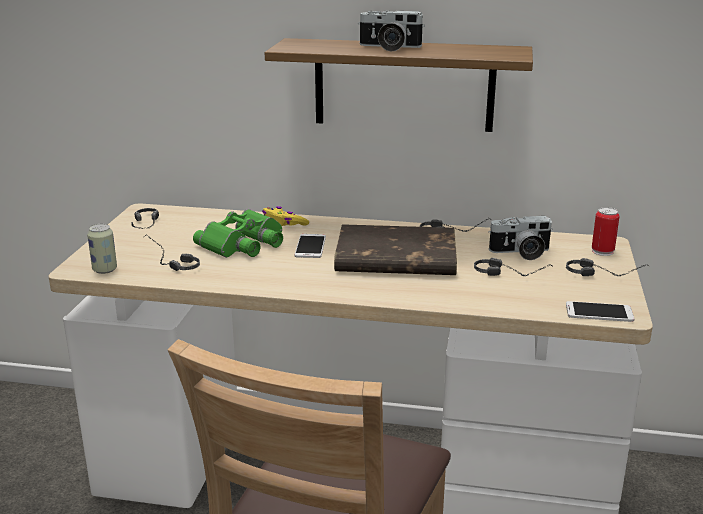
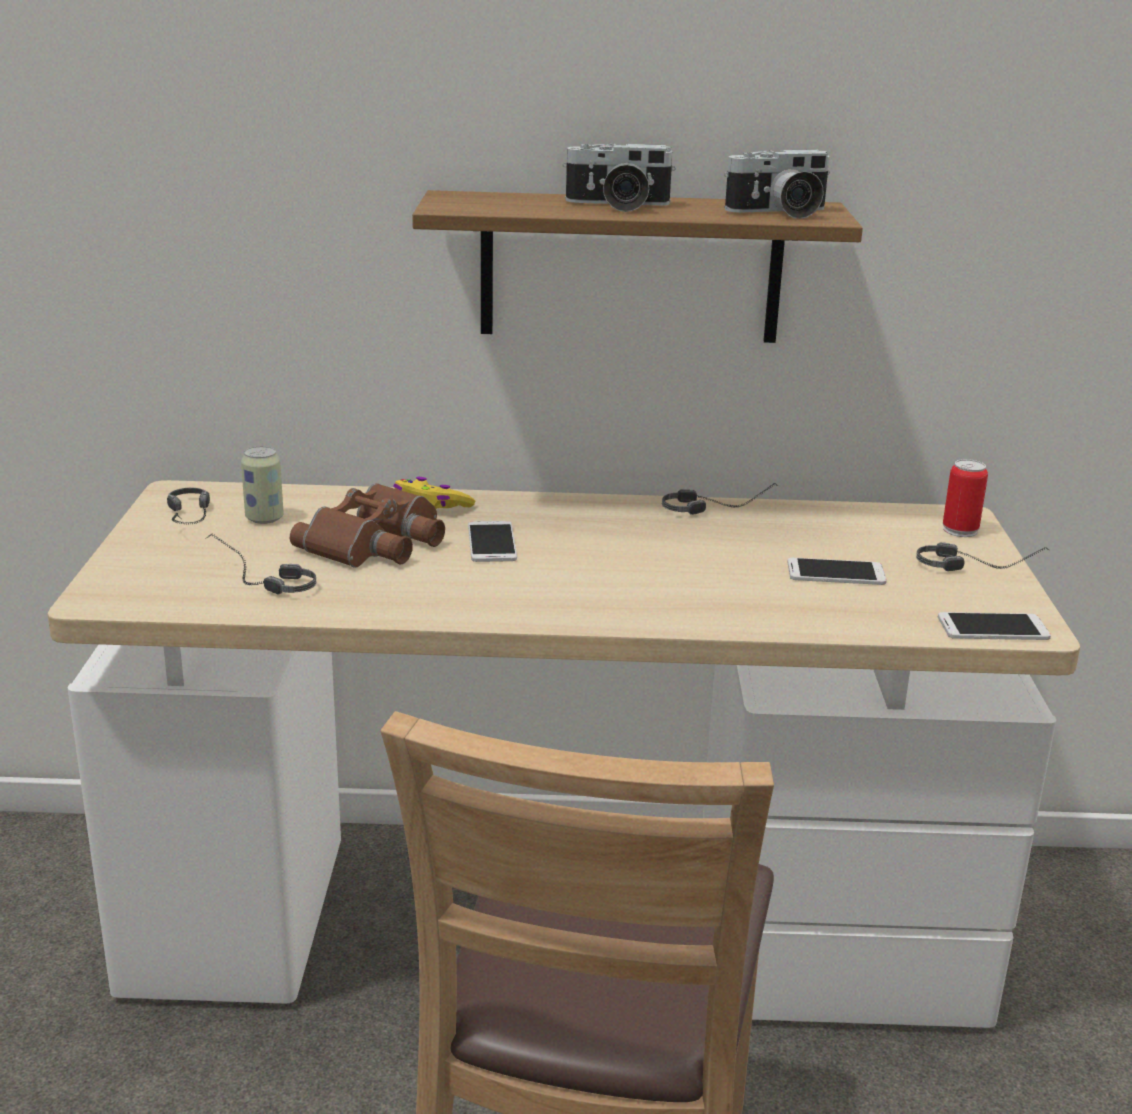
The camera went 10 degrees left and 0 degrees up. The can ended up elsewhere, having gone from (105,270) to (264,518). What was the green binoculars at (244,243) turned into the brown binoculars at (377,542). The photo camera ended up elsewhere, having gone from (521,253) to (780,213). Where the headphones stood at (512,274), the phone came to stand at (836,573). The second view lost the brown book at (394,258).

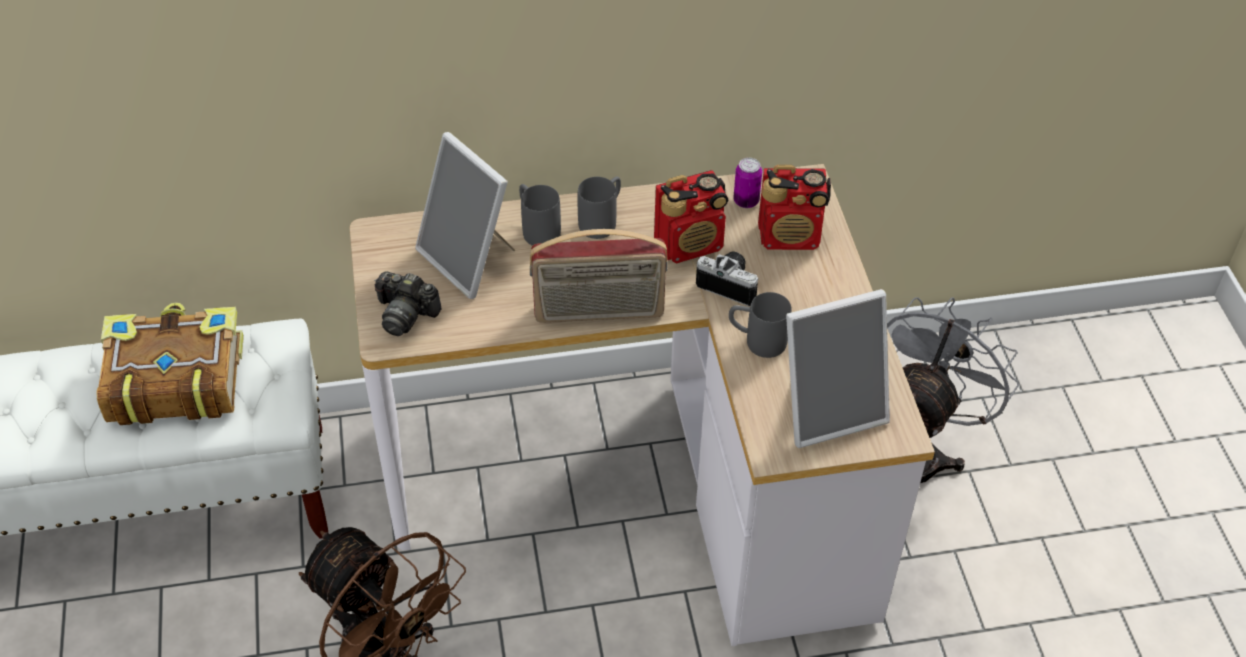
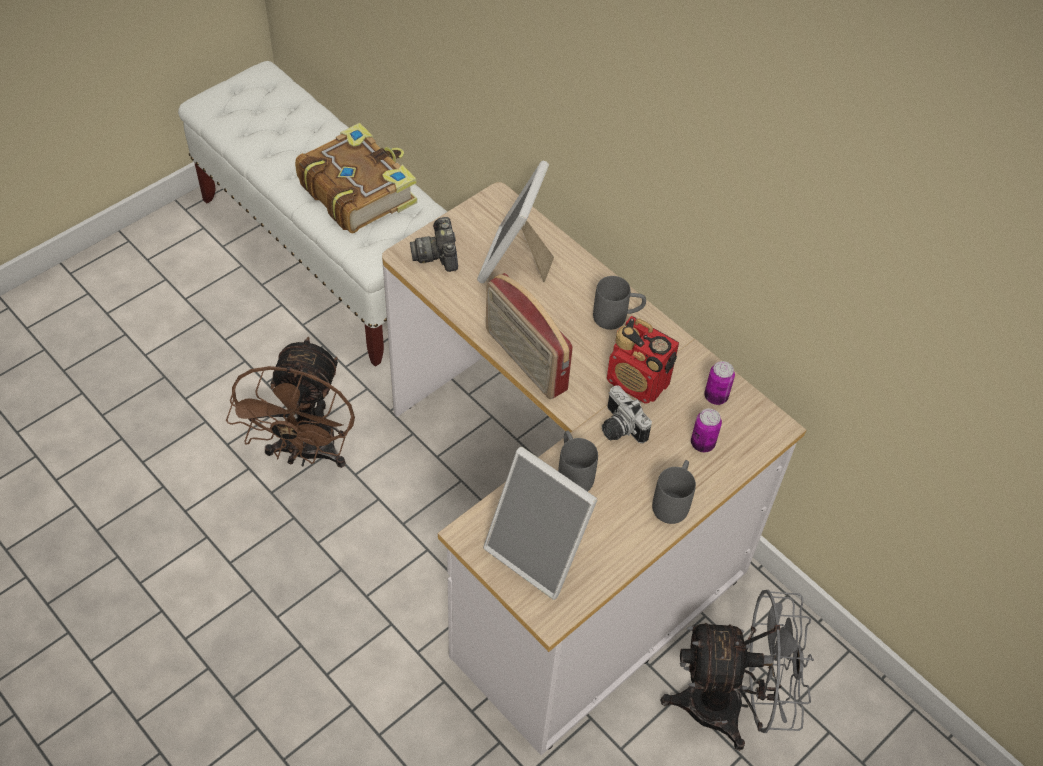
The camera went 55 degrees right and 5 degrees up. The photo camera at (730,284) ended up facing another way, 150 degrees clockwise from before. The grey mug ended up elsewhere, having gone from (536,228) to (673,501). Where the radio stood at (790,236), the can came to stand at (702,444).

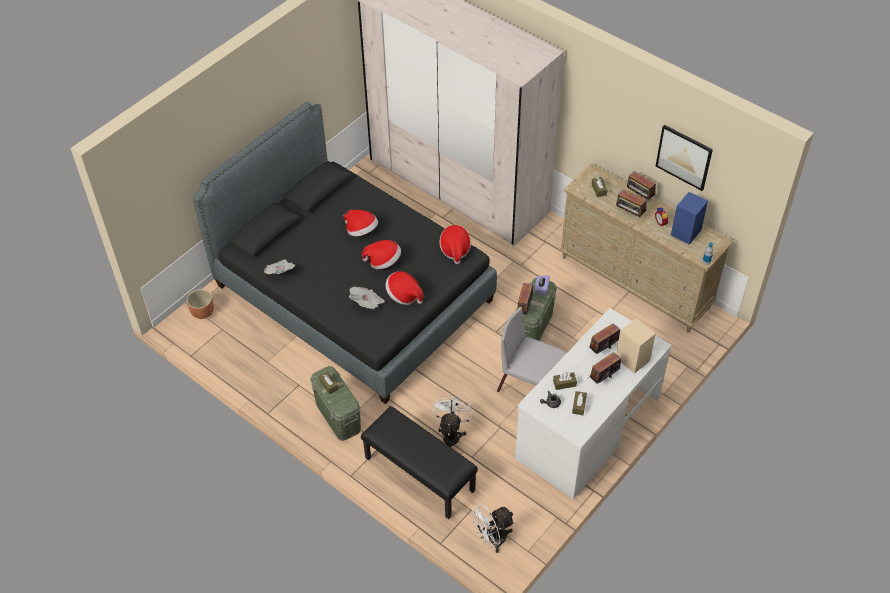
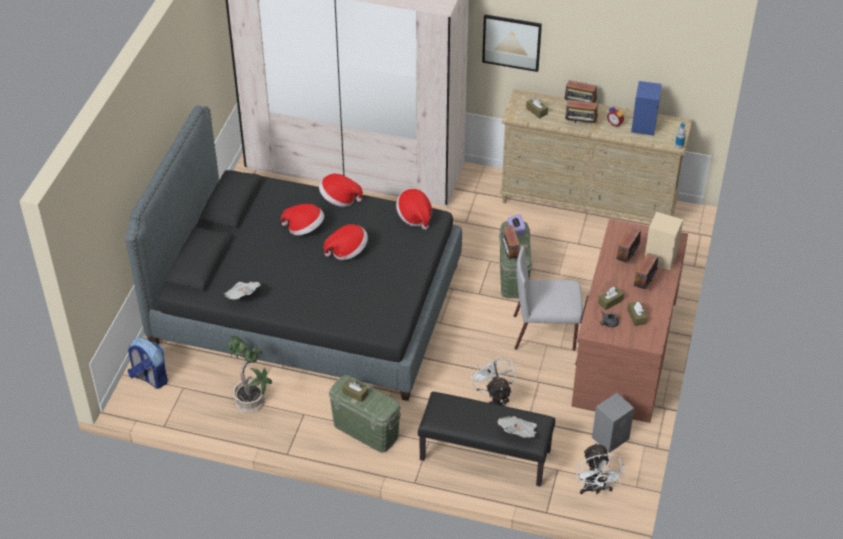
The camera went 25 degrees left and 5 degrees down. Where the brown planter stood at (202,312), the backpack came to stand at (149,378). The second view gained the potted plant at (251,401). The hat ended up elsewhere, having gone from (404,295) to (339,199). The picture ended up elsewhere, having gone from (684,157) to (511,42). The newspaper ended up elsewhere, having gone from (367,303) to (518,433). What was the white desk at (587,428) turned into the brown desk at (624,353). The white fan at (492,539) ended up facing another way, 45 degrees counterclockwise from before. The second view gained the grey speaker at (611,437).

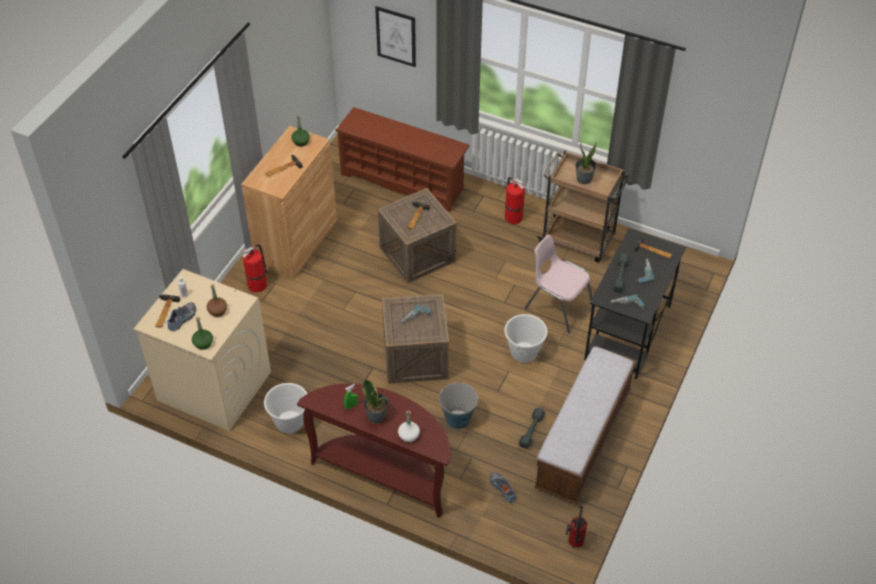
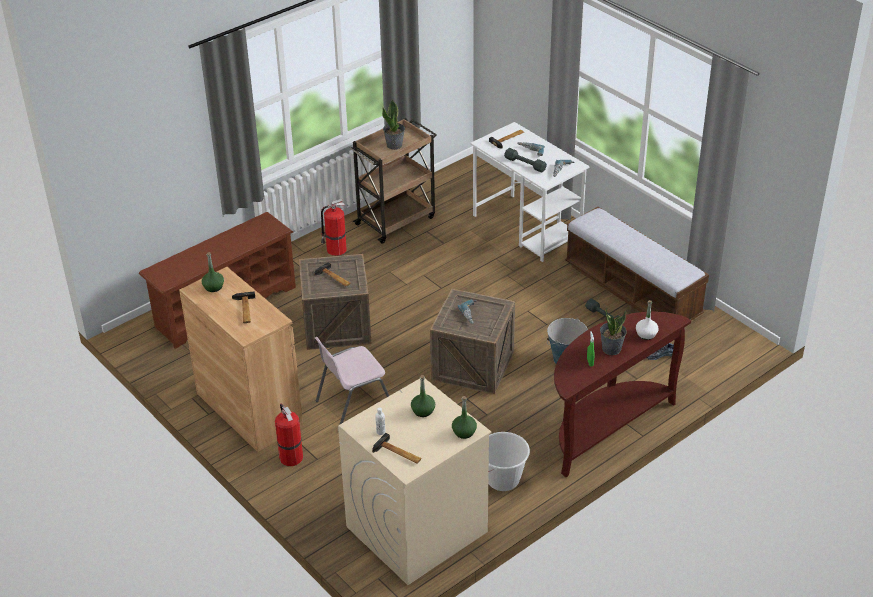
The camera went 65 degrees left and 10 degrees down. The pink chair ended up elsewhere, having gone from (557,306) to (353,405). What was the brown bottle at (217,311) turned into the green bottle at (423,411). What was the black desk at (628,333) turned into the white desk at (527,228). The second view lost the shoe at (183,319). The second view lost the picture at (396,36). The second view lost the white bucket at (523,352). The second view lost the fire extinguisher at (574,544).

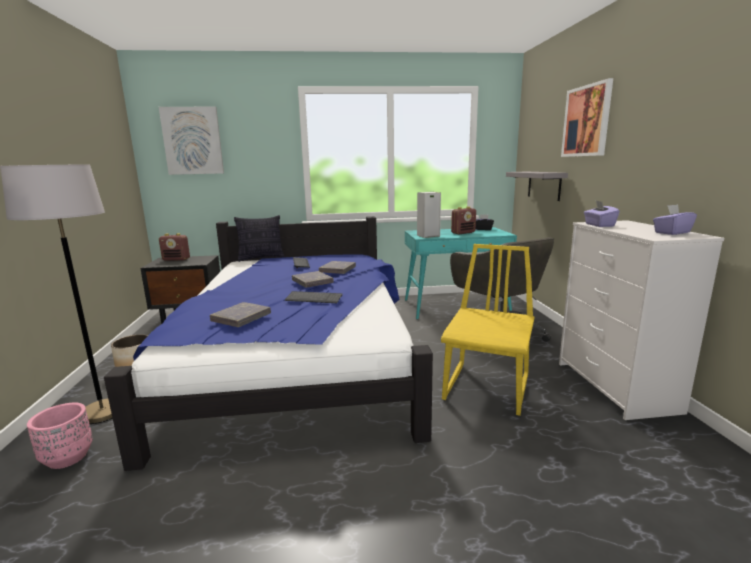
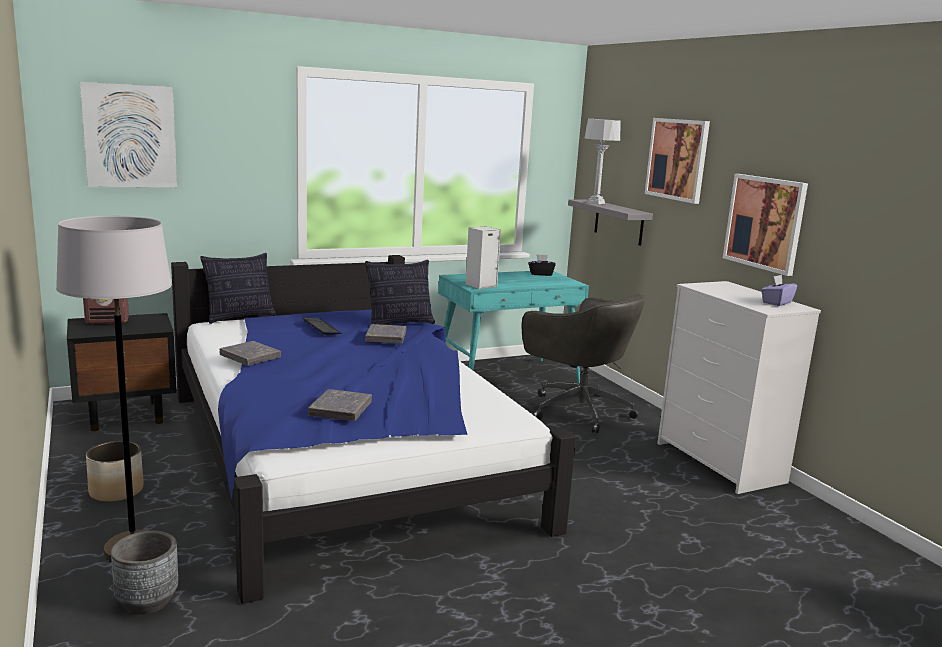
The camera went 20 degrees left and 0 degrees up. What was the pink planter at (67,458) turned into the grey planter at (147,602). The grey book ended up elsewhere, having gone from (312,282) to (250,357). The second view gained the pillow at (399,324). The second view gained the grey table lamp at (595,203). The second view gained the picture at (765,223). The second view lost the keyboard at (314,299). The second view lost the yellow chair at (488,388). The second view lost the radio at (463,233). The second view lost the purple tissue box at (599,225).

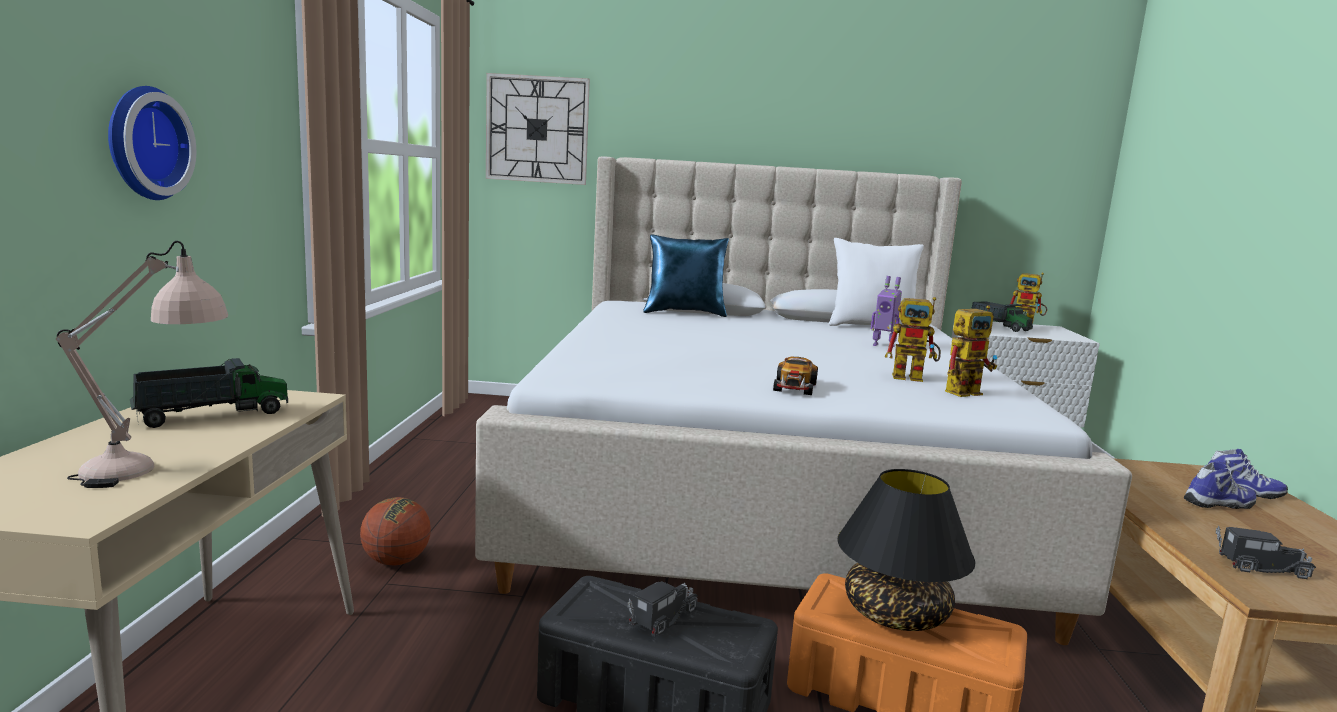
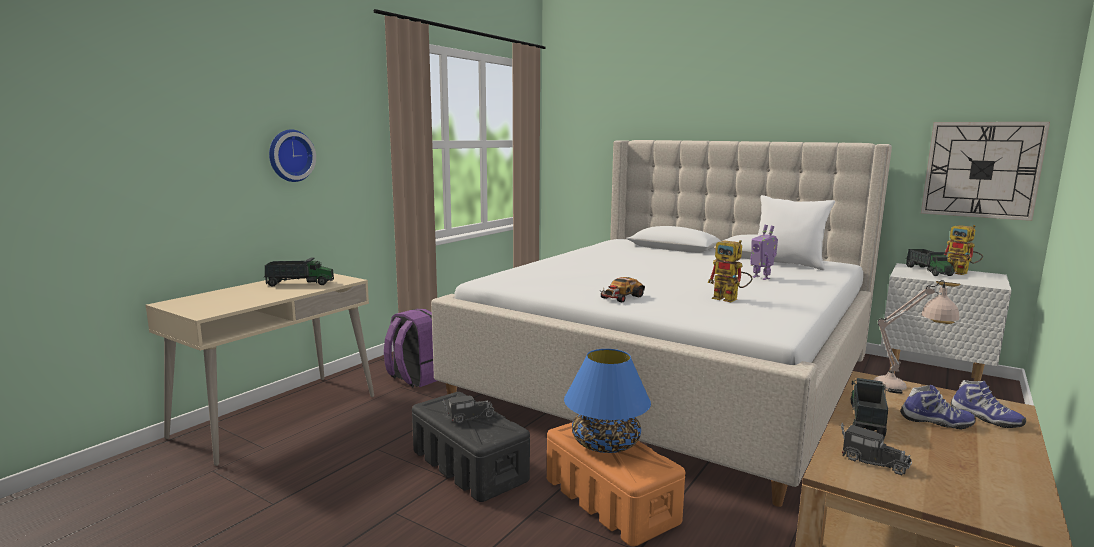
The camera went 30 degrees right and 0 degrees up. Where the basketball stood at (396,561), the purple backpack came to stand at (415,378). What was the black table lamp at (896,614) turned into the blue table lamp at (606,444). The second view gained the toy truck at (866,419). The beige table lamp ended up elsewhere, having gone from (155,470) to (908,386). The wall clock ended up elsewhere, having gone from (537,129) to (981,170). The second view lost the blue pillow at (685,313). The second view lost the toy robot at (966,391).

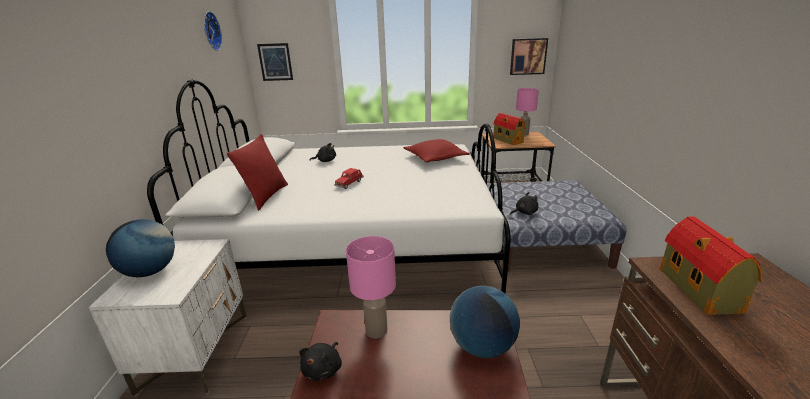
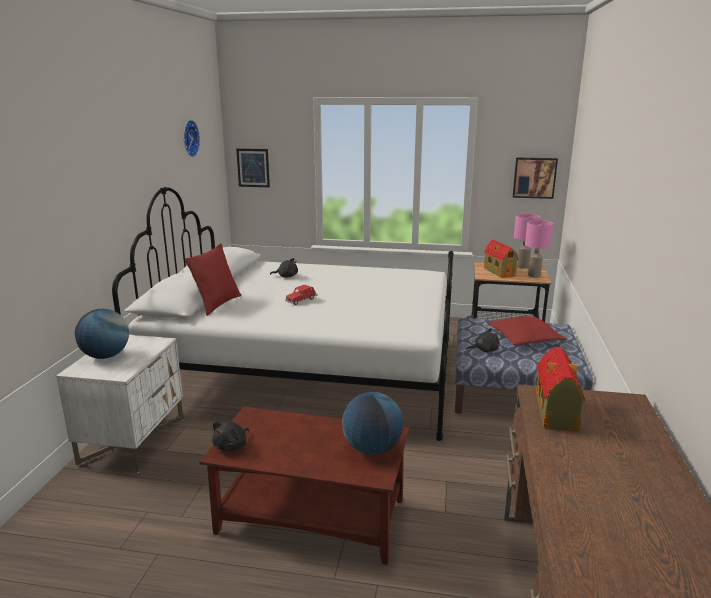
The camera went 10 degrees right and 5 degrees down. The red pillow ended up elsewhere, having gone from (435,158) to (524,338). The pink table lamp ended up elsewhere, having gone from (376,330) to (534,275).

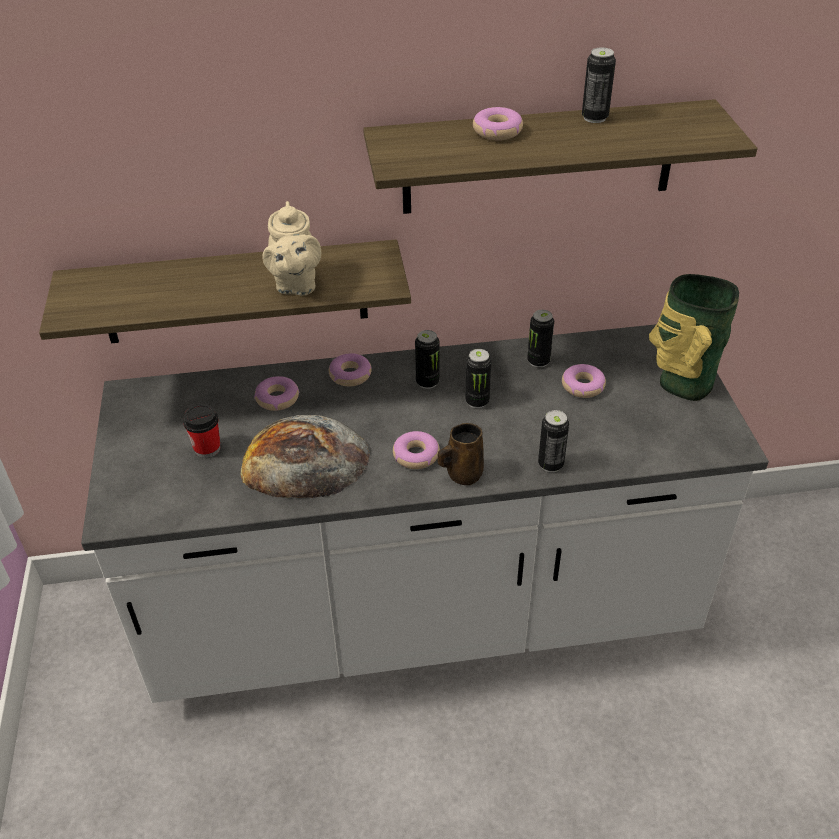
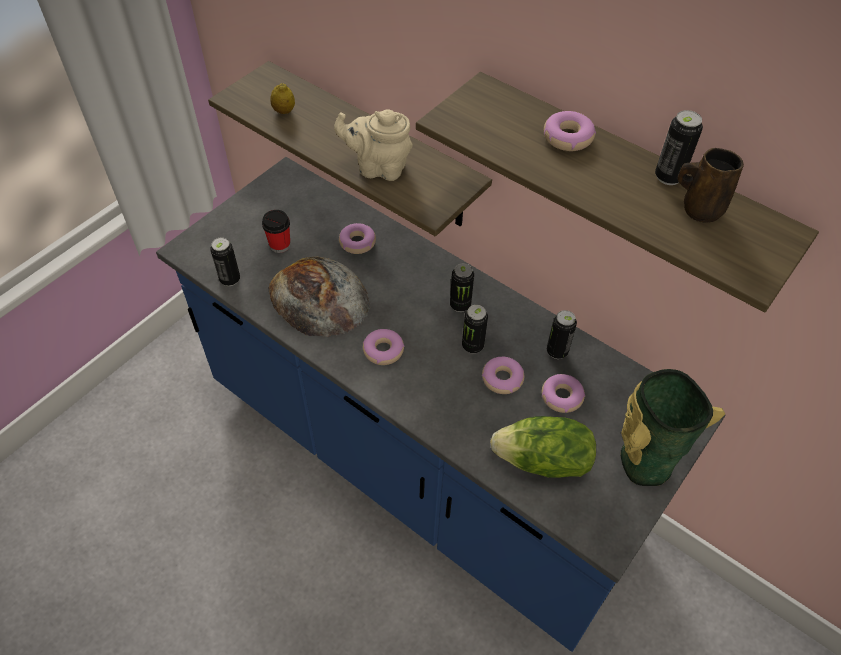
The camera went 45 degrees right and 10 degrees up. What was the white counter at (423,617) turned into the blue counter at (417,465). The can ended up elsewhere, having gone from (550,464) to (230,279). The second view gained the lemon at (284,111). The beige teapot at (295,284) ended up facing another way, 60 degrees clockwise from before. The donut ended up elsewhere, having gone from (350,375) to (502,379). The second view gained the lettuce at (543,462). The brown mug ended up elsewhere, having gone from (462,474) to (699,209).

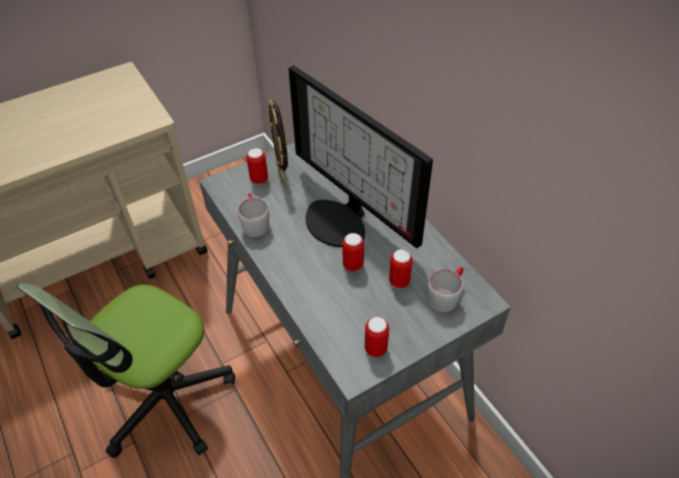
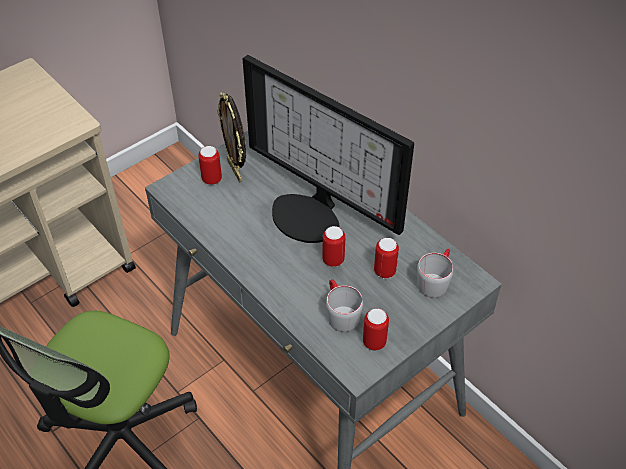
The camera went 10 degrees left and 0 degrees up. The grey mug ended up elsewhere, having gone from (254,222) to (340,313).

